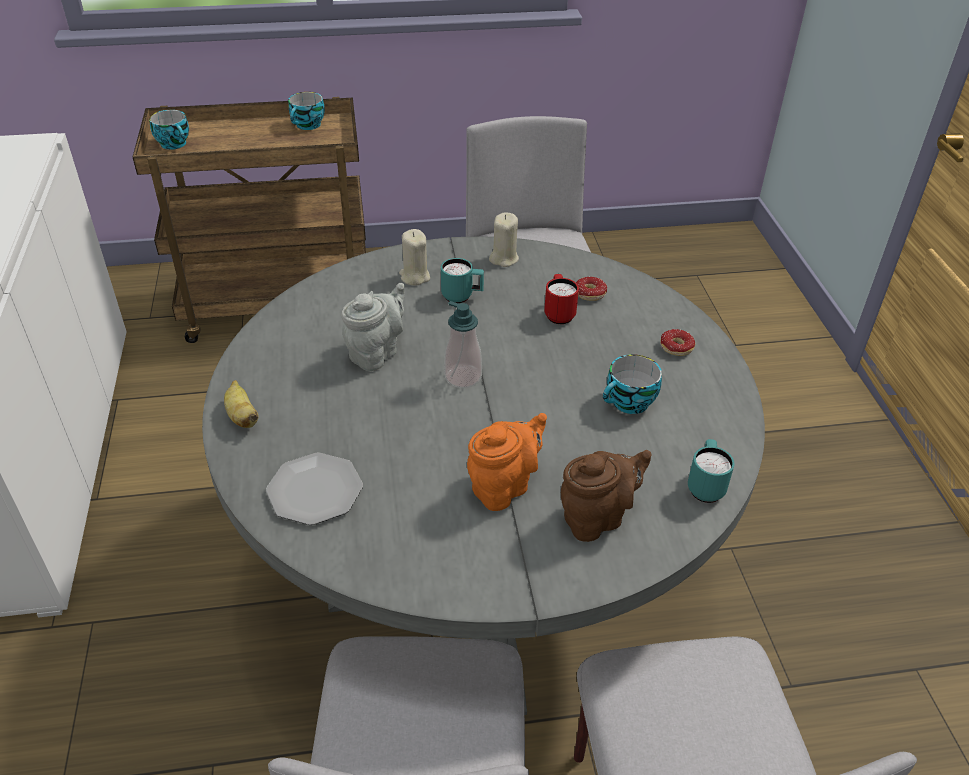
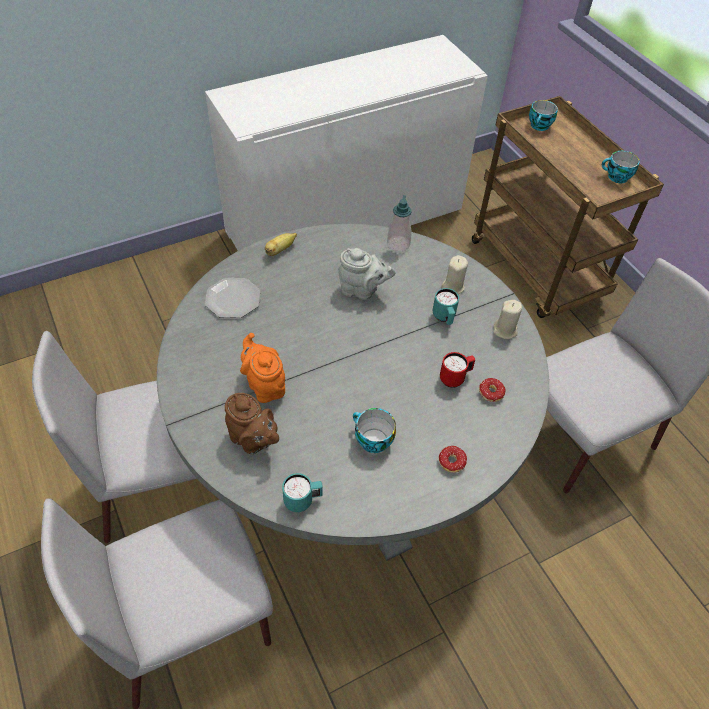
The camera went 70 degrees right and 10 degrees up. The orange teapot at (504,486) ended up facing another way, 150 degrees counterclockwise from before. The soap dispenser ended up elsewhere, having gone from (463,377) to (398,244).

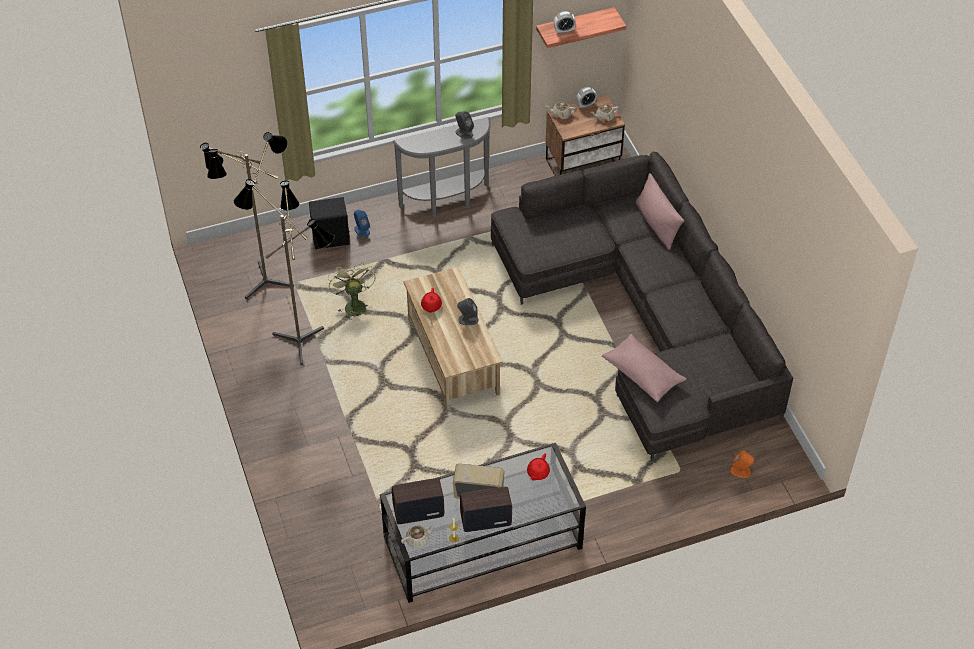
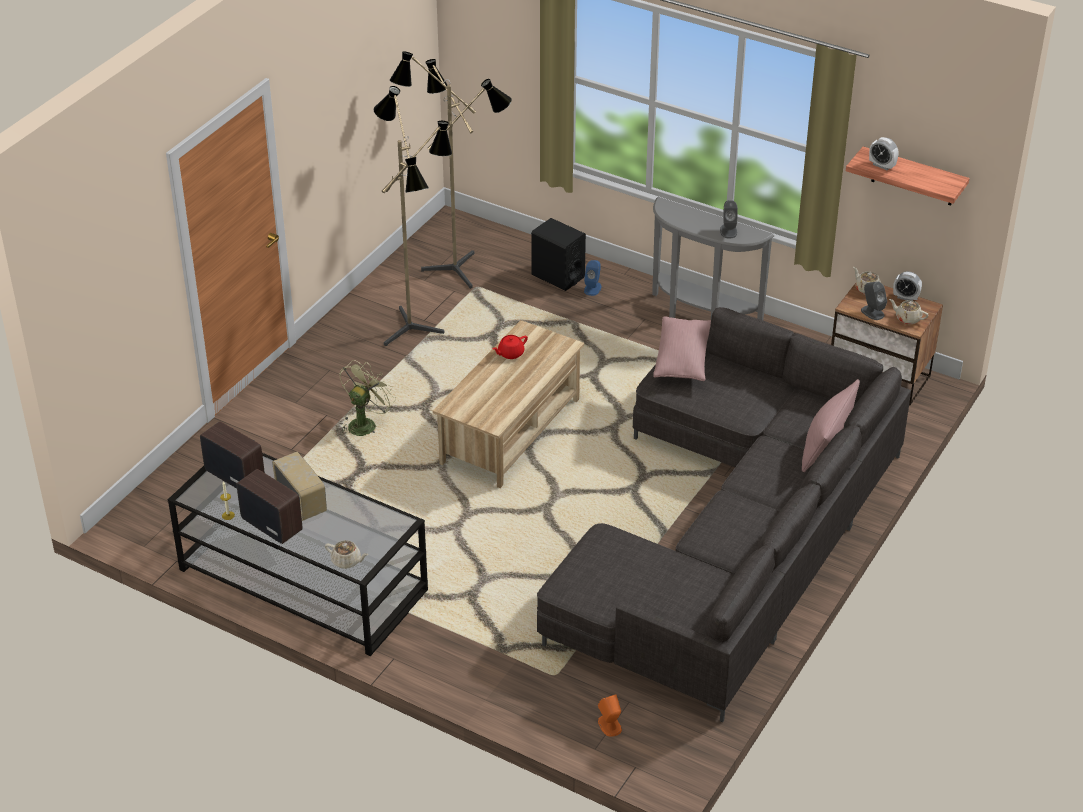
The camera went 50 degrees right and 10 degrees down. The beige teapot ended up elsewhere, having gone from (418,540) to (347,561). The green fan ended up elsewhere, having gone from (353,305) to (365,423). The pink pillow ended up elsewhere, having gone from (643,374) to (682,359). The grey speaker ended up elsewhere, having gone from (468,319) to (872,312). The second view lost the red teapot at (537,473).

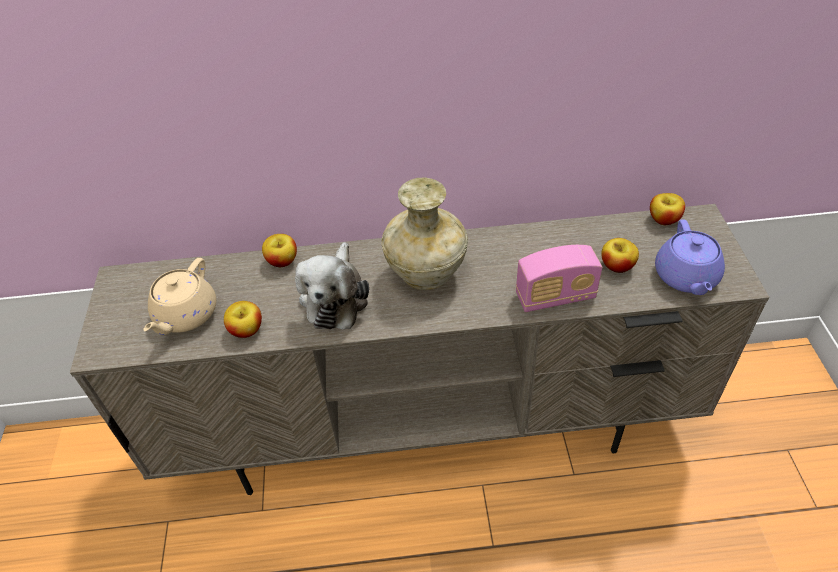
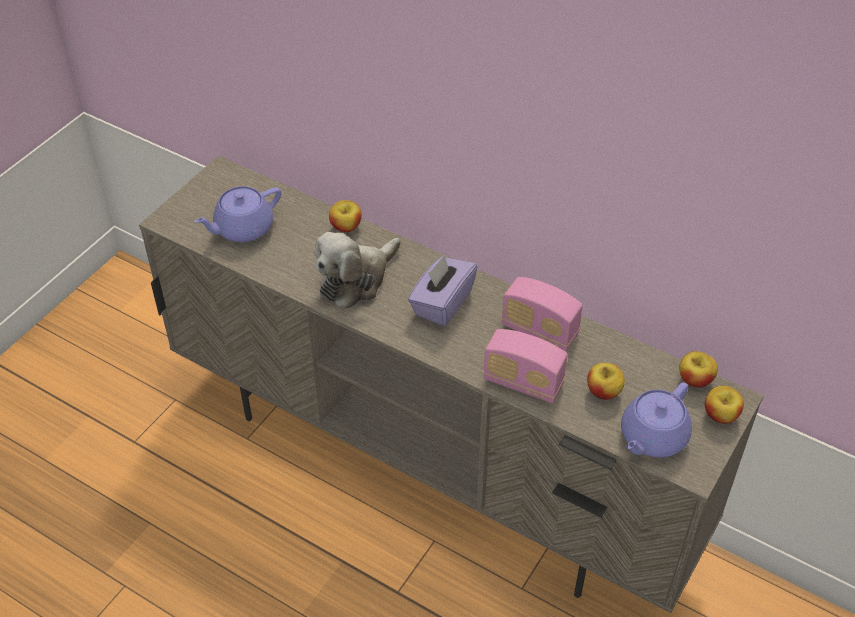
The camera went 35 degrees right and 0 degrees up. What was the beige teapot at (185,315) turned into the purple teapot at (242,228). Where the beige vase stood at (427,275), the purple tissue box came to stand at (442,303). The second view gained the radio at (539,331). The apple ended up elsewhere, having gone from (246,330) to (720,415).

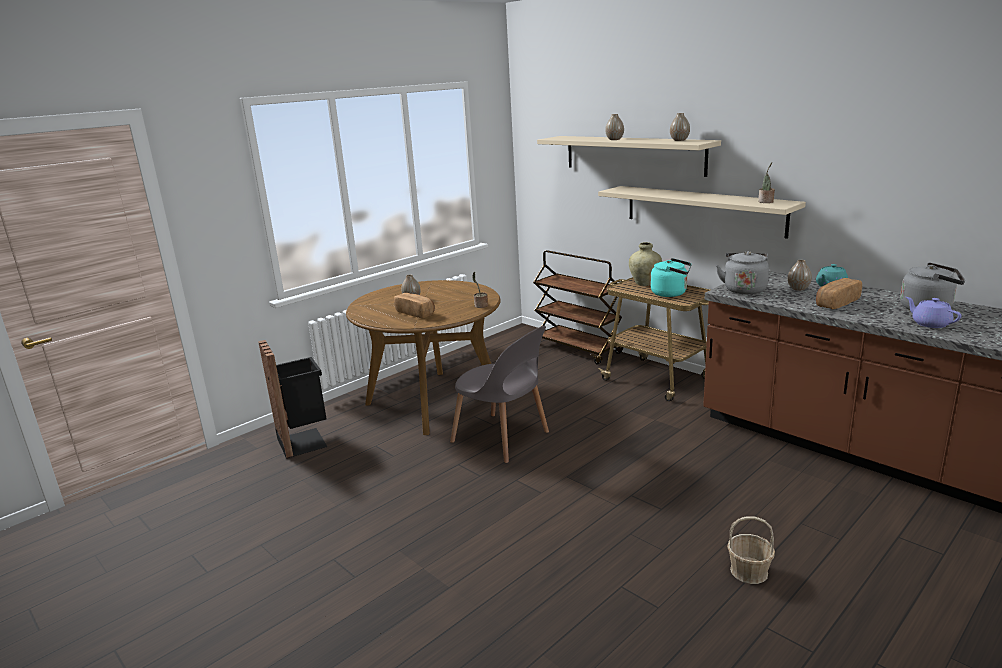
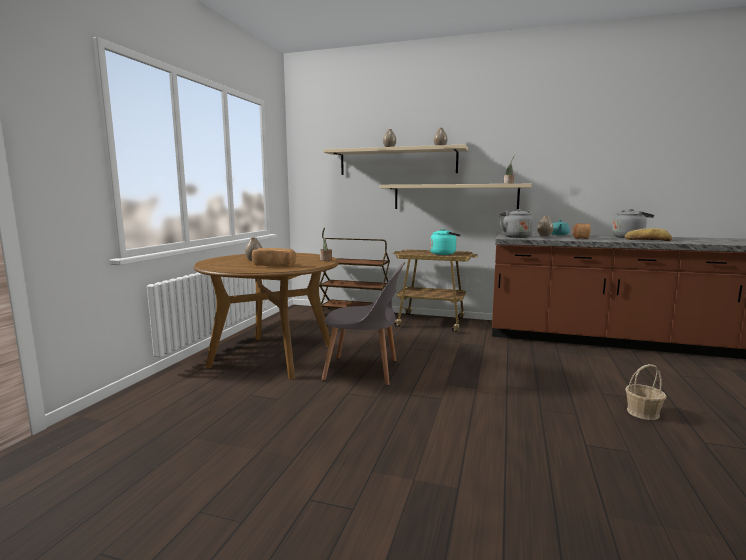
The camera went 30 degrees left and 10 degrees down. Where the purple teapot stood at (930,324), the bread came to stand at (647,240). The second view lost the black trash can at (304,441). The second view lost the beige vase at (644,283).

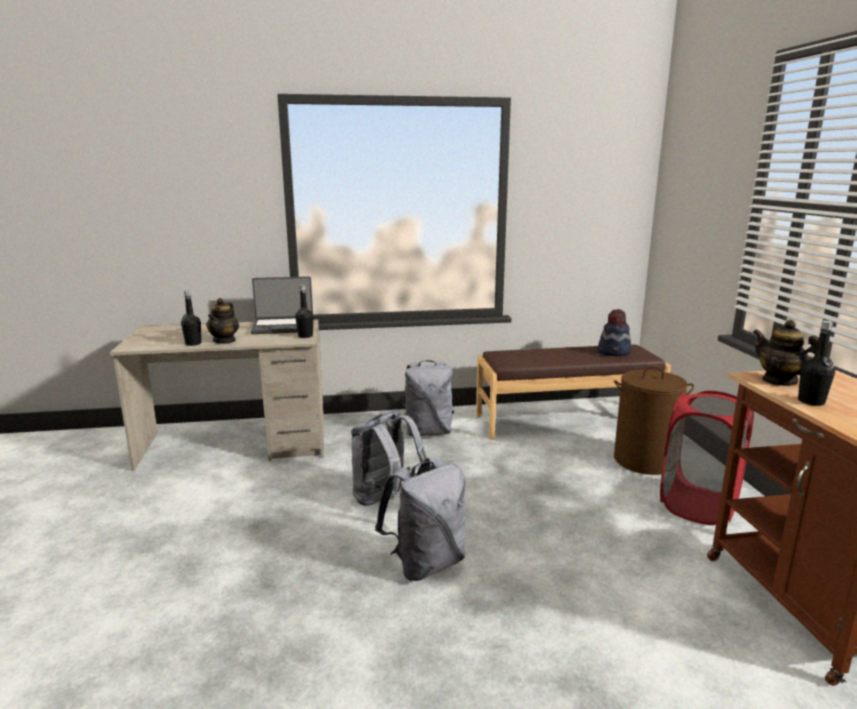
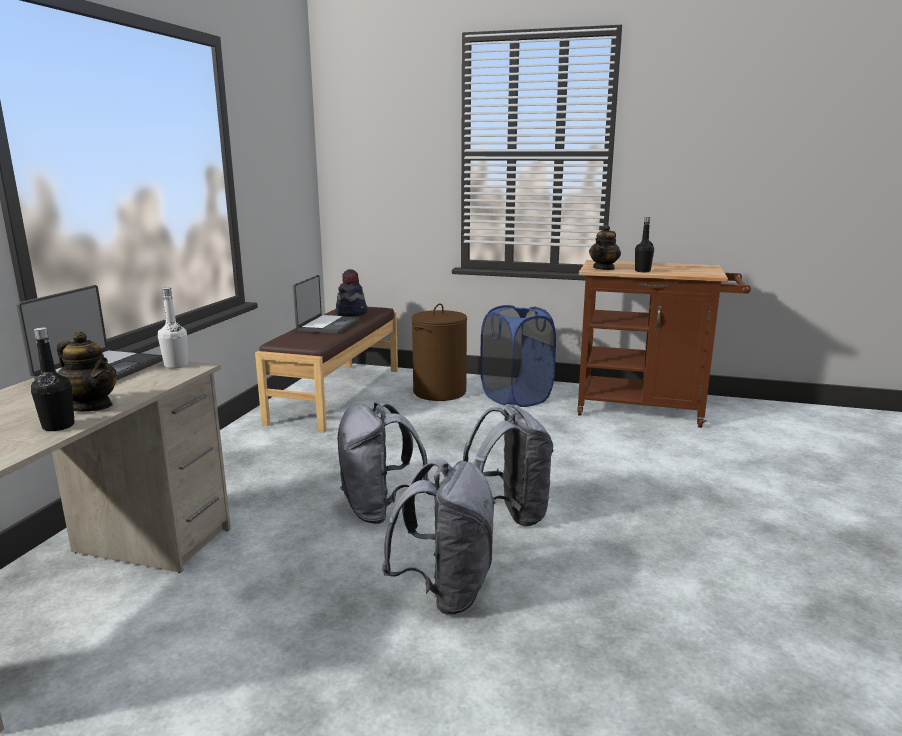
The camera went 65 degrees left and 0 degrees up. What was the black bottle at (305,336) turned into the white bottle at (176,365). The second view gained the laptop at (327,326). The grey backpack ended up elsewhere, having gone from (428,432) to (446,592). What was the red laundry basket at (698,505) turned into the blue laundry basket at (515,397). The teapot at (780,381) ended up facing another way, 45 degrees counterclockwise from before.

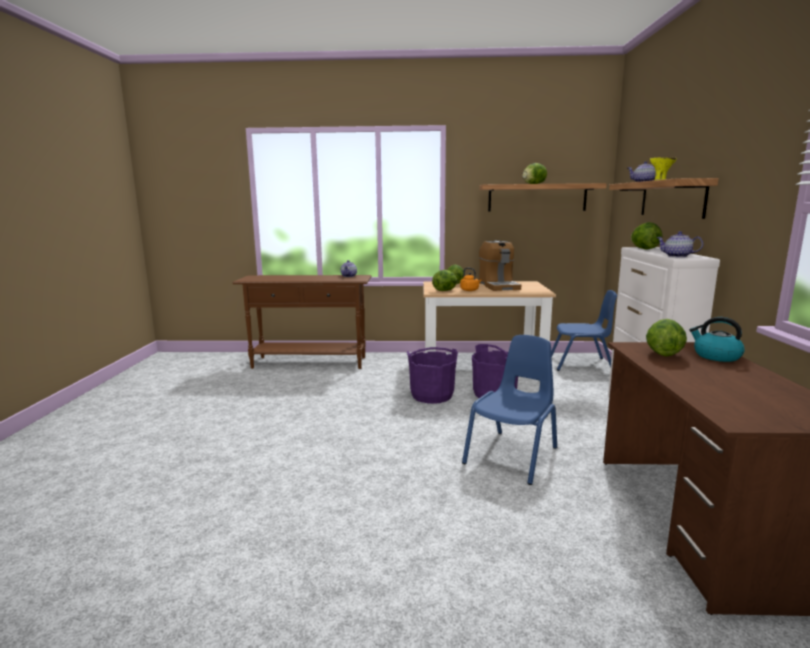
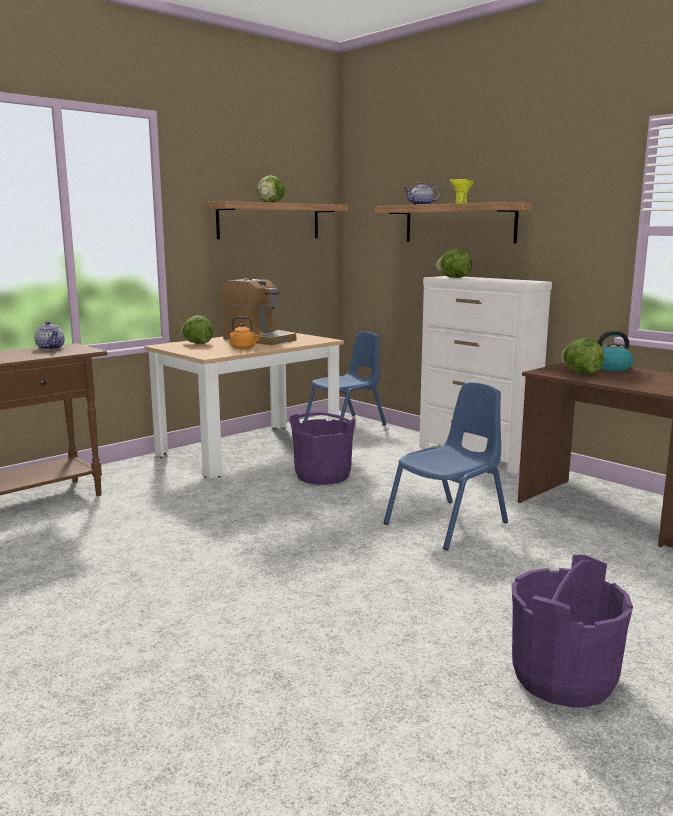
The camera went 45 degrees left and 0 degrees up. The blue chair at (512,456) ended up facing another way, 60 degrees clockwise from before. The purple bucket ended up elsewhere, having gone from (432,395) to (562,677). The second view lost the lettuce at (445,290). The second view lost the teapot at (677,256).

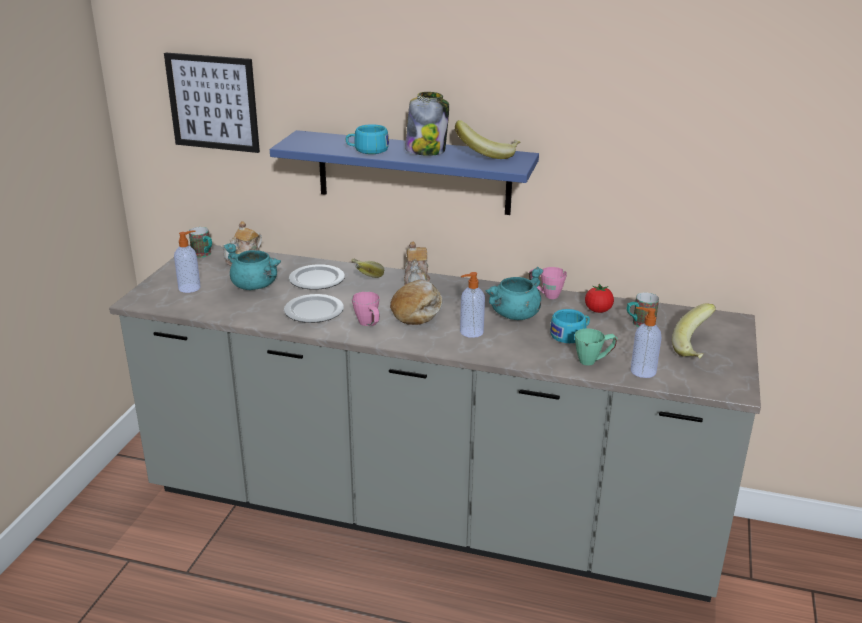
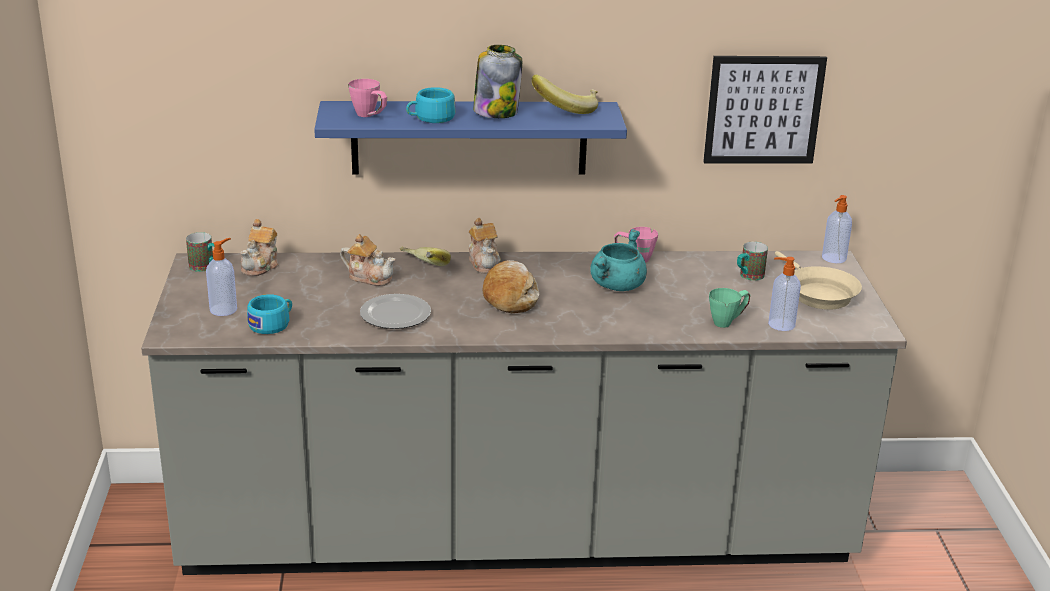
The camera went 20 degrees left and 0 degrees up. The turquoise cup ended up elsewhere, having gone from (571,335) to (272,324). Where the plate stood at (317,279), the teapot came to stand at (369,277). The pink mug ended up elsewhere, having gone from (369,325) to (370,116). The picture ended up elsewhere, having gone from (213,102) to (763,110). Where the banana stood at (696,348), the beige frying pan came to stand at (817,293). The soap dispenser ended up elsewhere, having gone from (470,332) to (833,258). The second view lost the turquoise cooking pot at (256,286). The second view lost the tomato at (598,310).

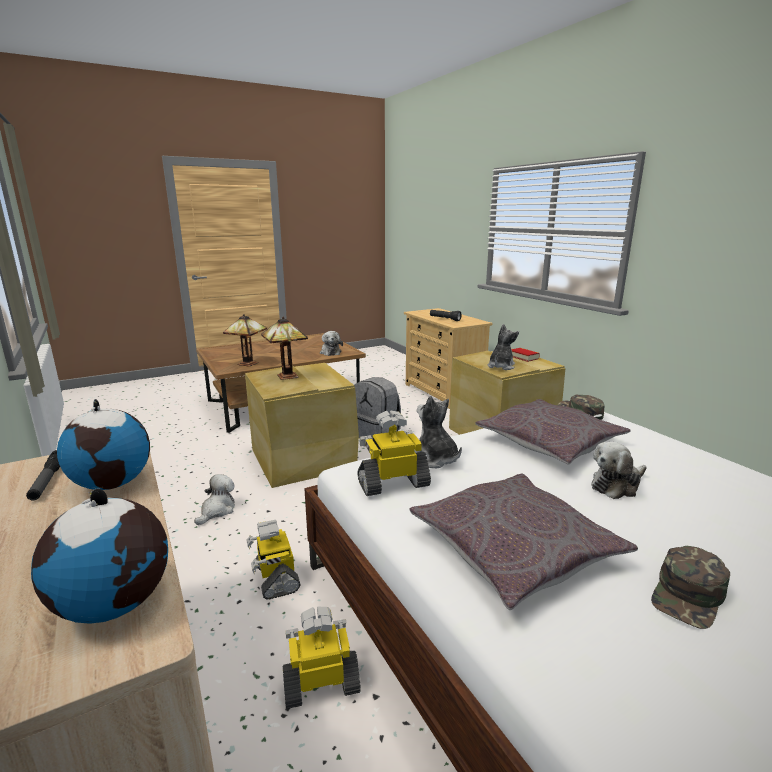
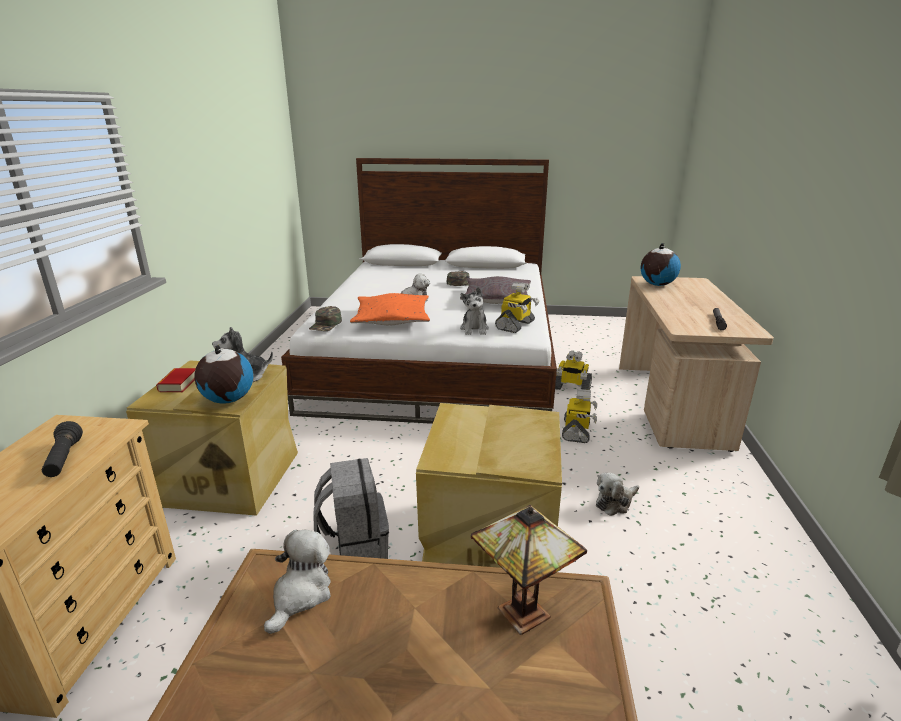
The camera went 145 degrees left and 5 degrees up. The globe ended up elsewhere, having gone from (113,483) to (228,400). What was the grey pillow at (549,442) turned into the orange pillow at (392,319). The toy robot at (393,483) ended up facing another way, 75 degrees counterclockwise from before. The second view lost the table lamp at (286,377).

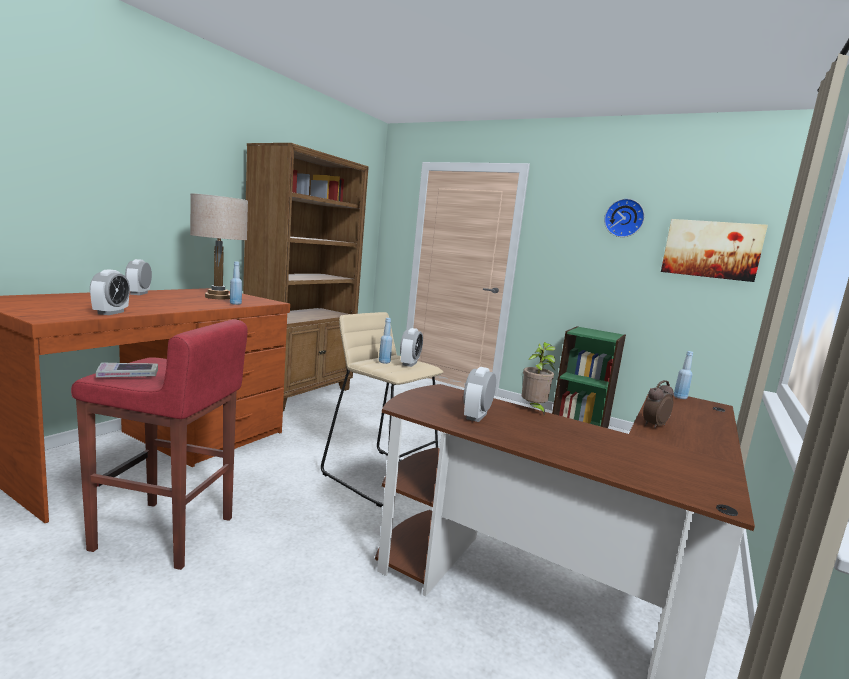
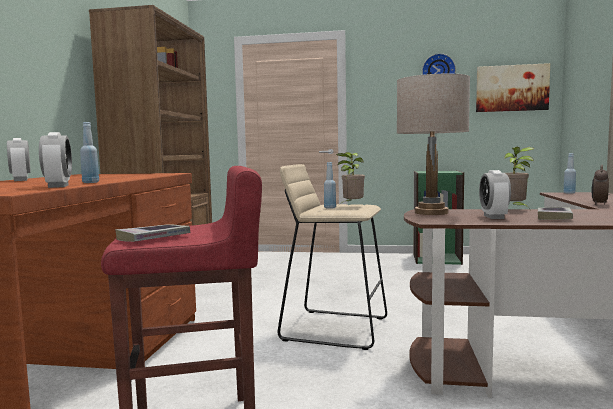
The camera went 20 degrees left and 5 degrees down. The blue bottle ended up elsewhere, having gone from (235,304) to (91,182). Where the alarm clock stood at (409,364), the potted plant came to stand at (351,206). The beige table lamp ended up elsewhere, having gone from (218,297) to (431,212). The second view gained the book at (554,217).

